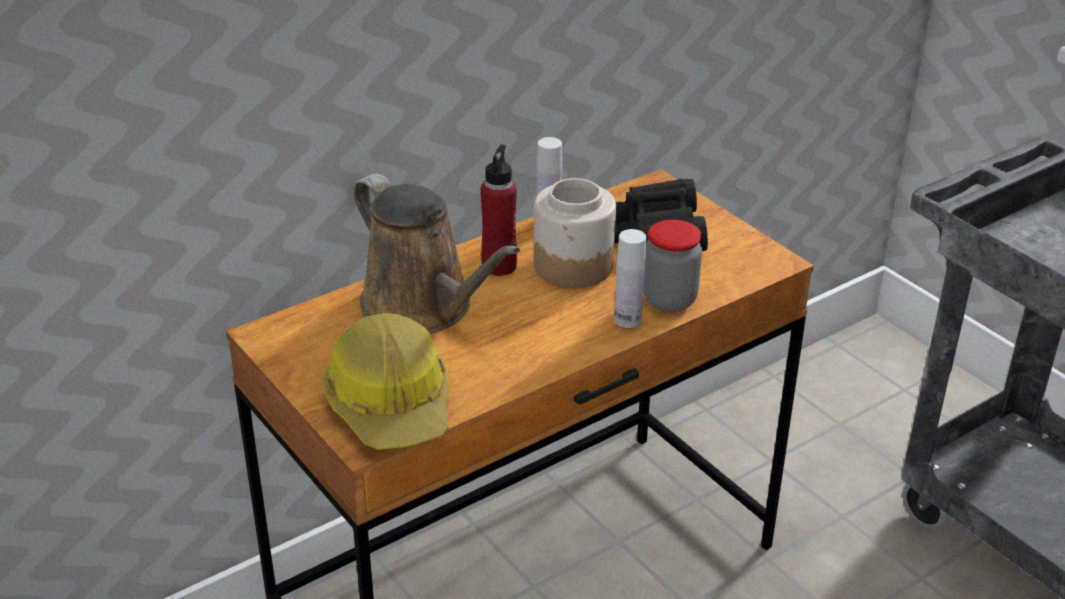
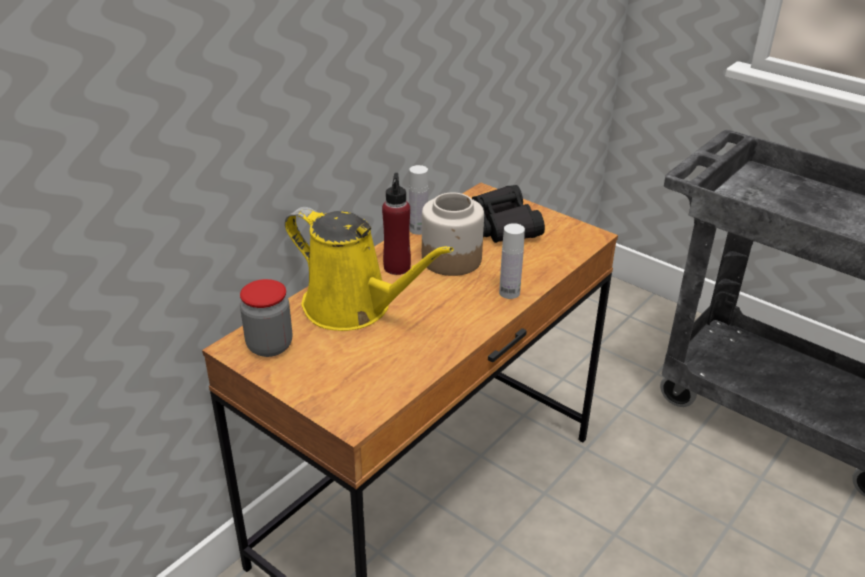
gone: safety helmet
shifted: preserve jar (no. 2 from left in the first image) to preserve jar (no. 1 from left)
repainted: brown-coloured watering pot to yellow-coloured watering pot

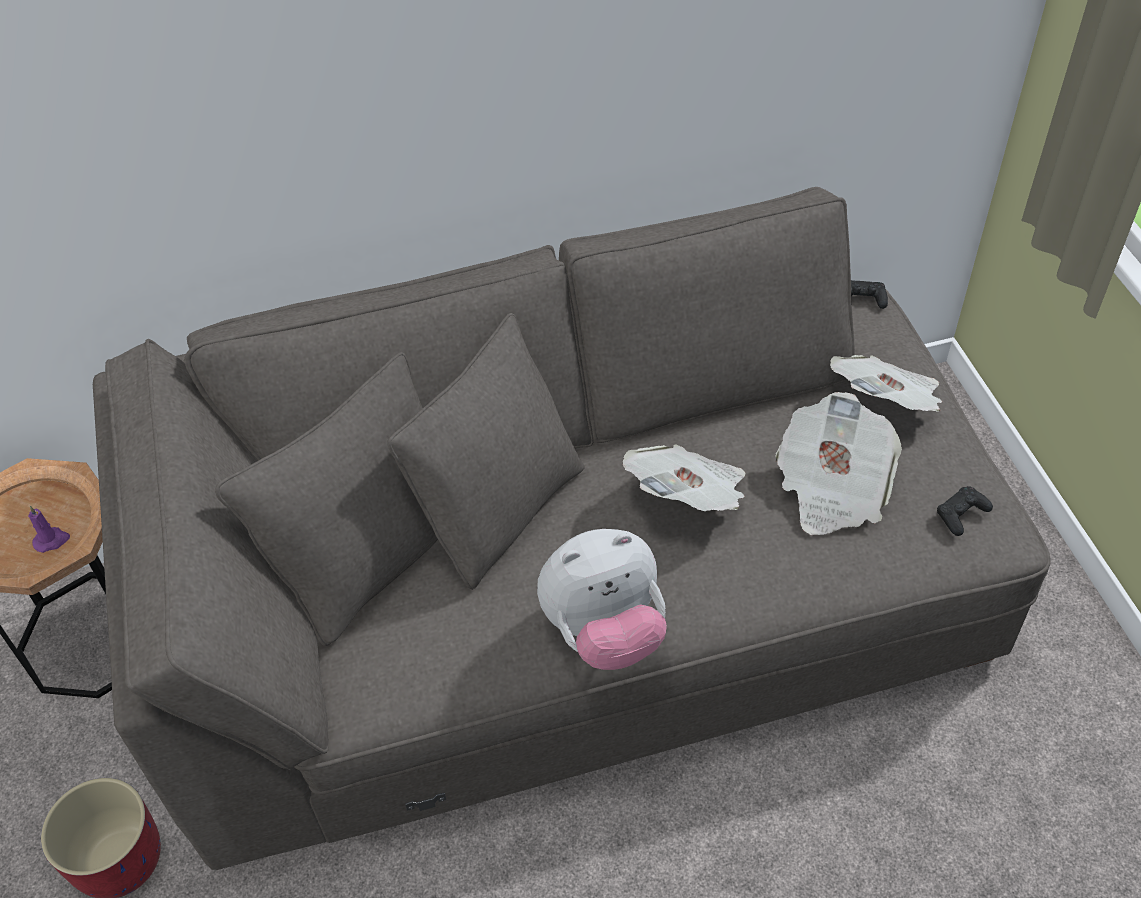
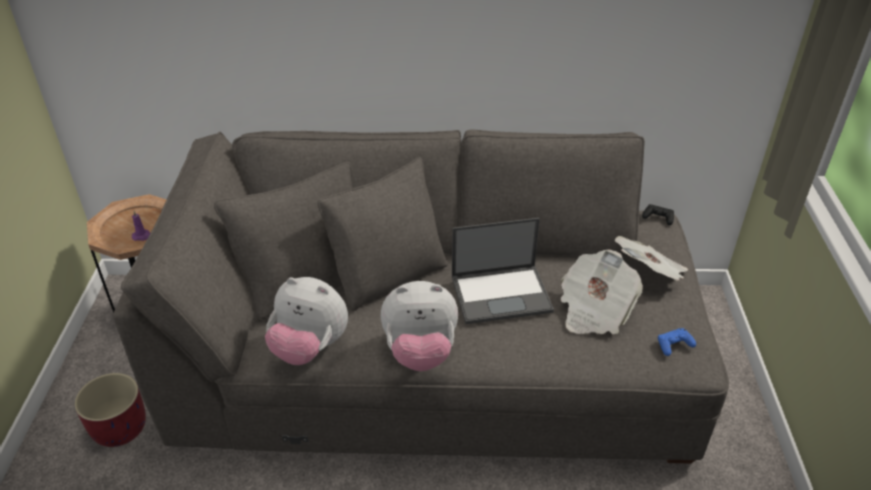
new: soft toy (no. 1 from left)
swapped: daily paper (no. 1 from left) to portable computer
repainted: black gamepad (no. 2 from left) to blue gamepad

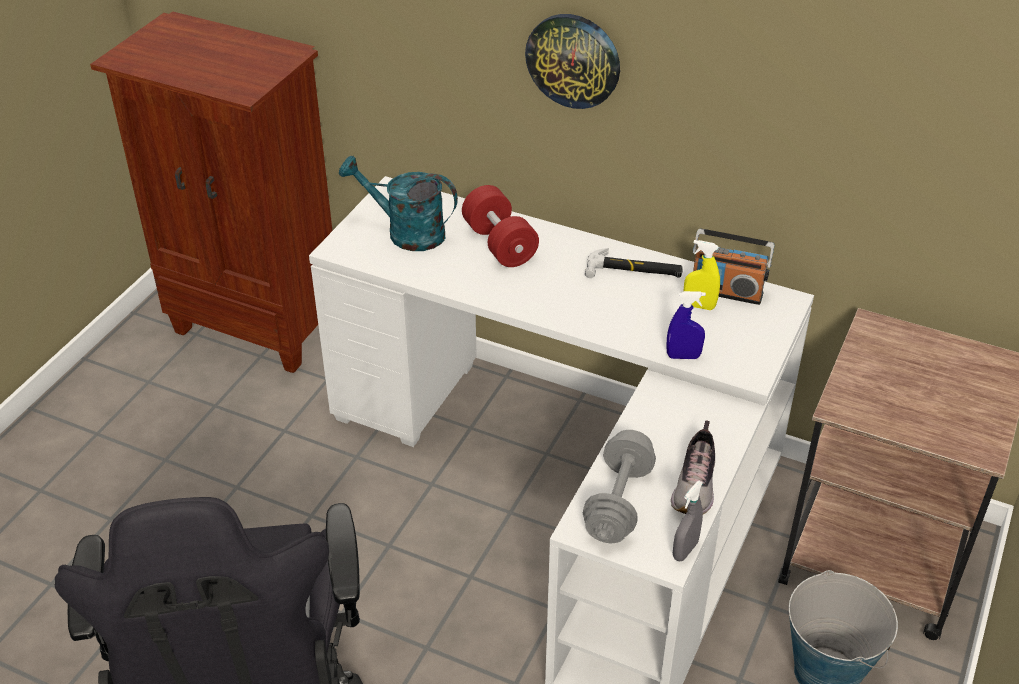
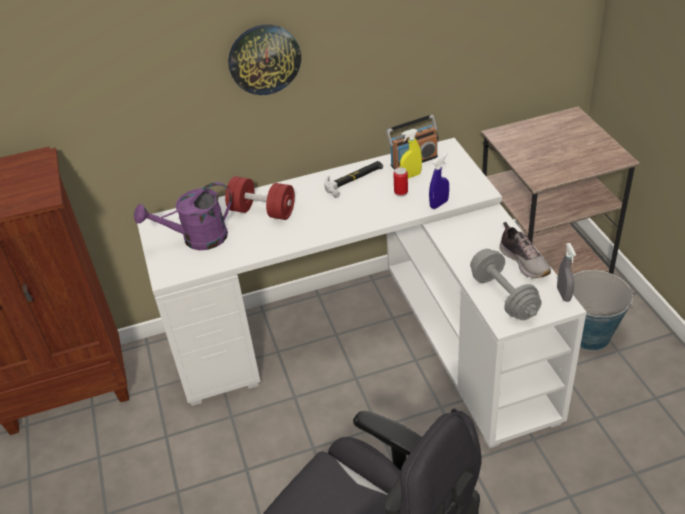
new: metal can
repainted: blue-green watering pot to purplish watering pot

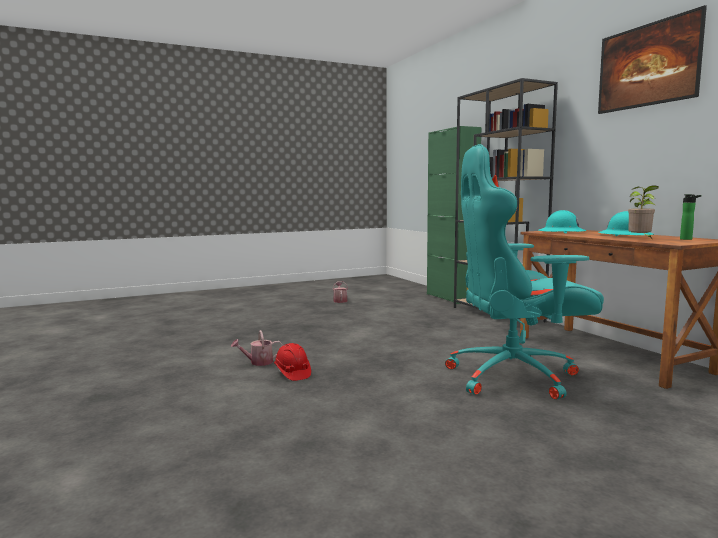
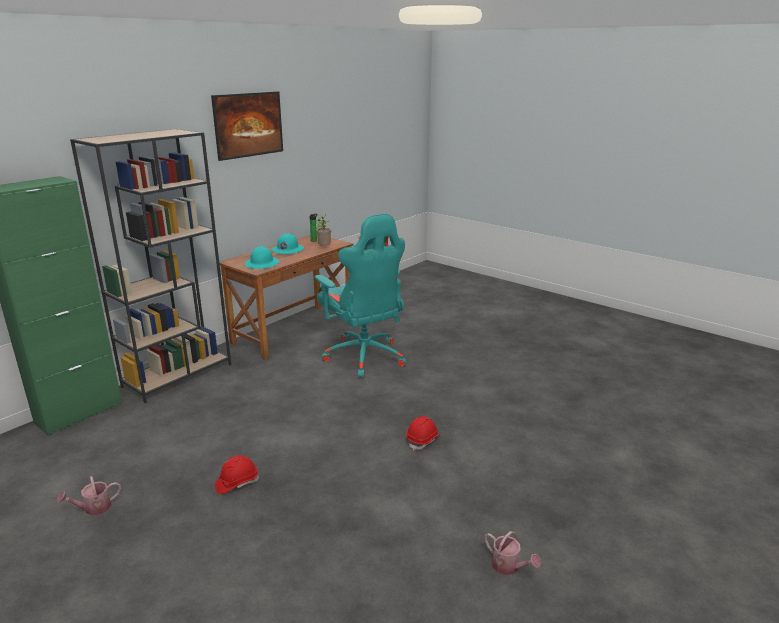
new: reddish safety helmet (no. 1 from left)
shifted: watering pot (no. 1 from left in the first image) to watering pot (no. 2 from left)

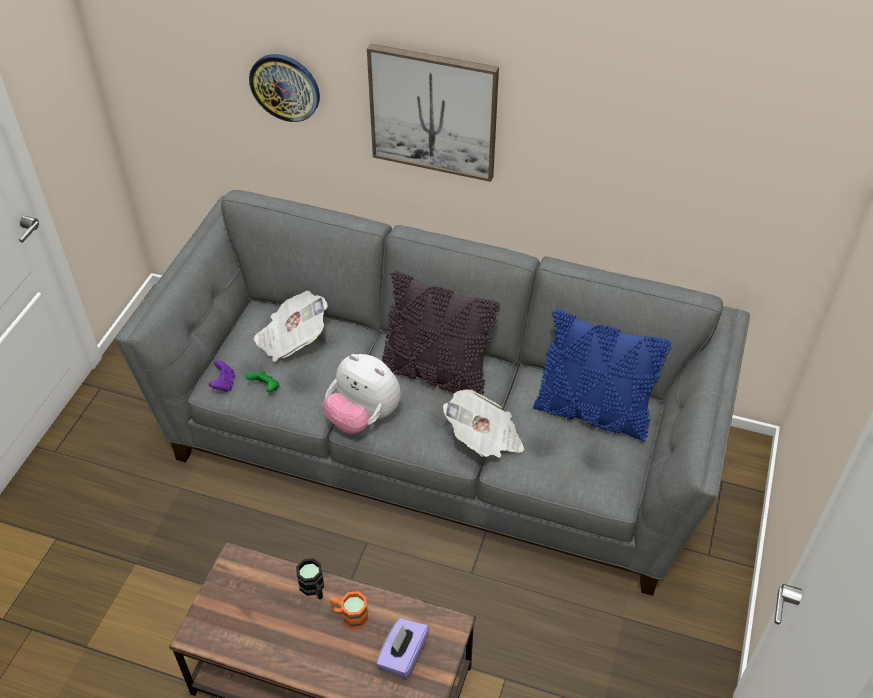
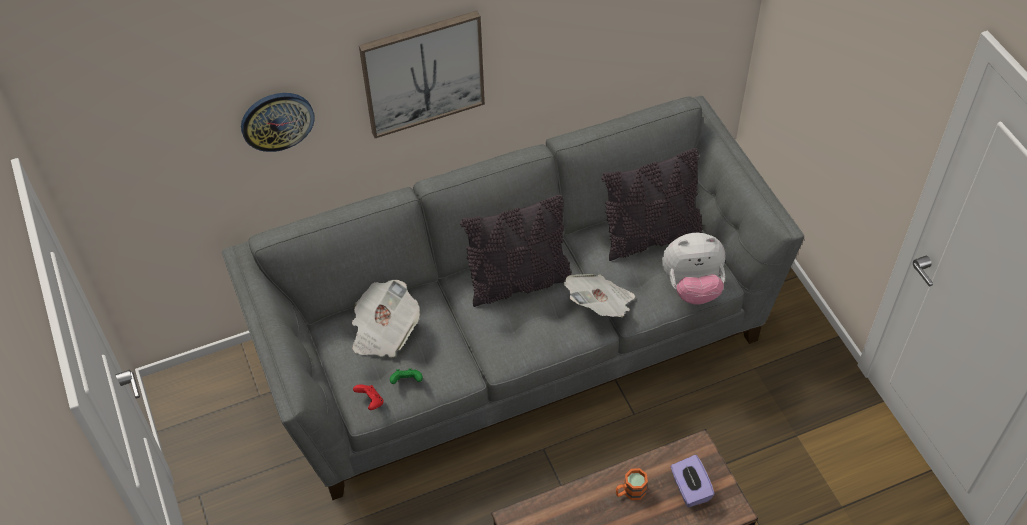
gone: black tea mug
shifted: soft toy
repainted: blue cushion to black cushion (no. 2 from left); purplish gamepad to reddish gamepad

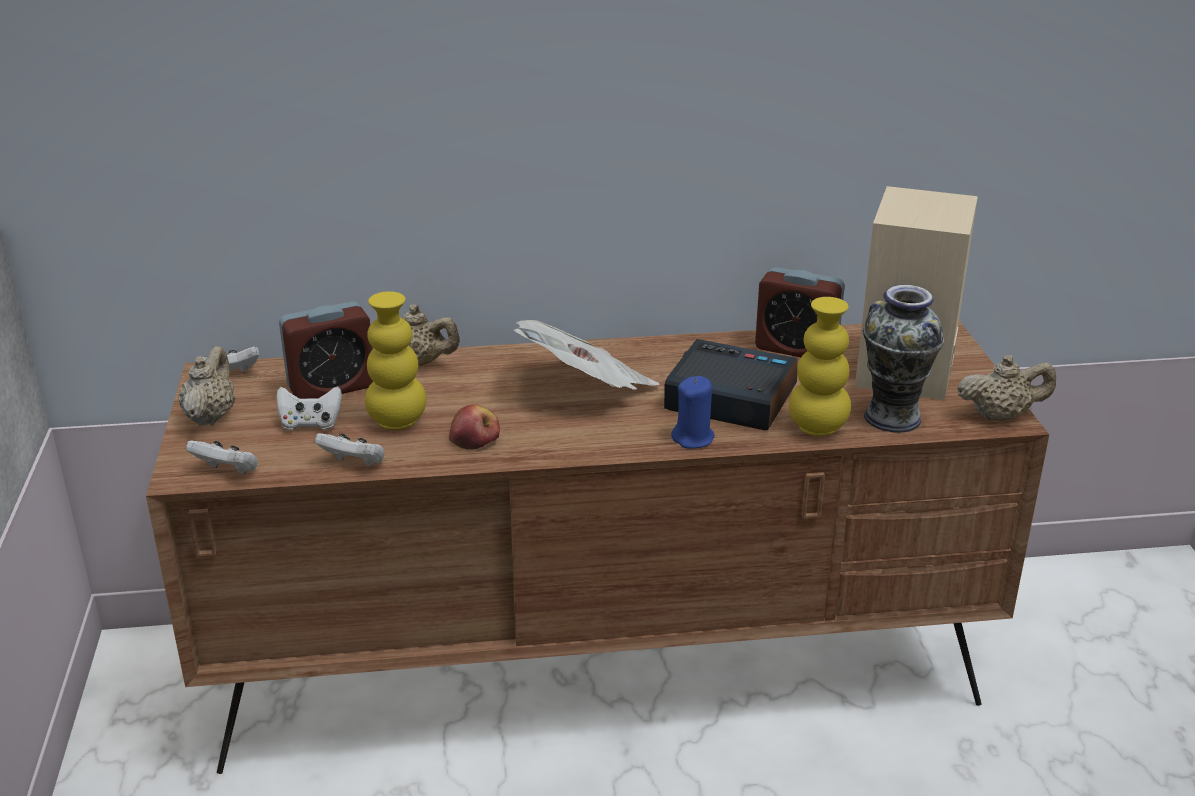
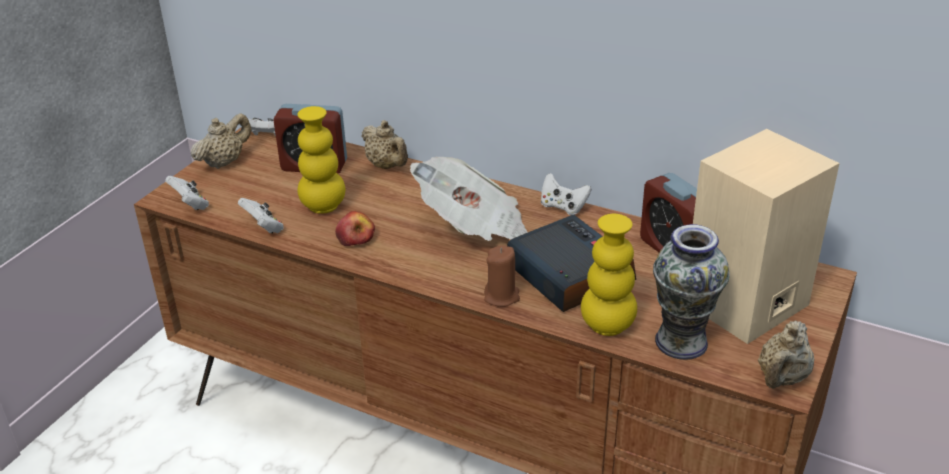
shifted: whitish gamepad (no. 3 from left in the first image) to whitish gamepad (no. 4 from left)
repainted: blue wax candle to brown-coloured wax candle
rotated: sand-coloured tea pot (no. 3 from left) 90 degrees clockwise

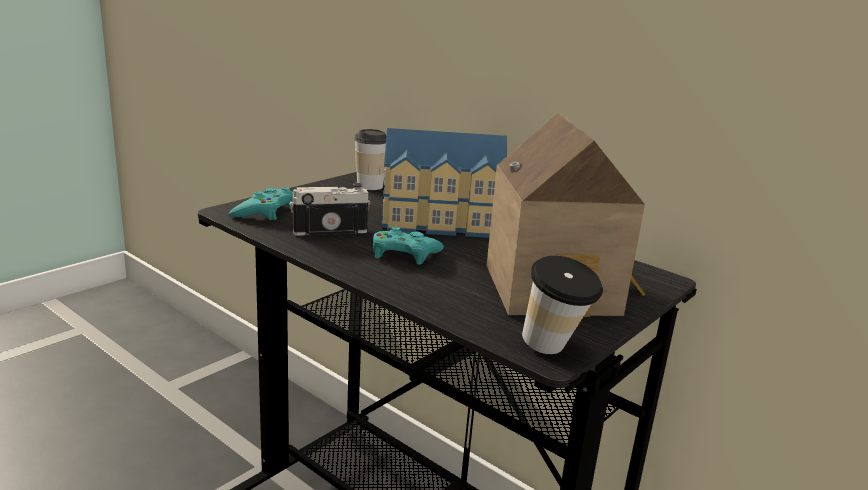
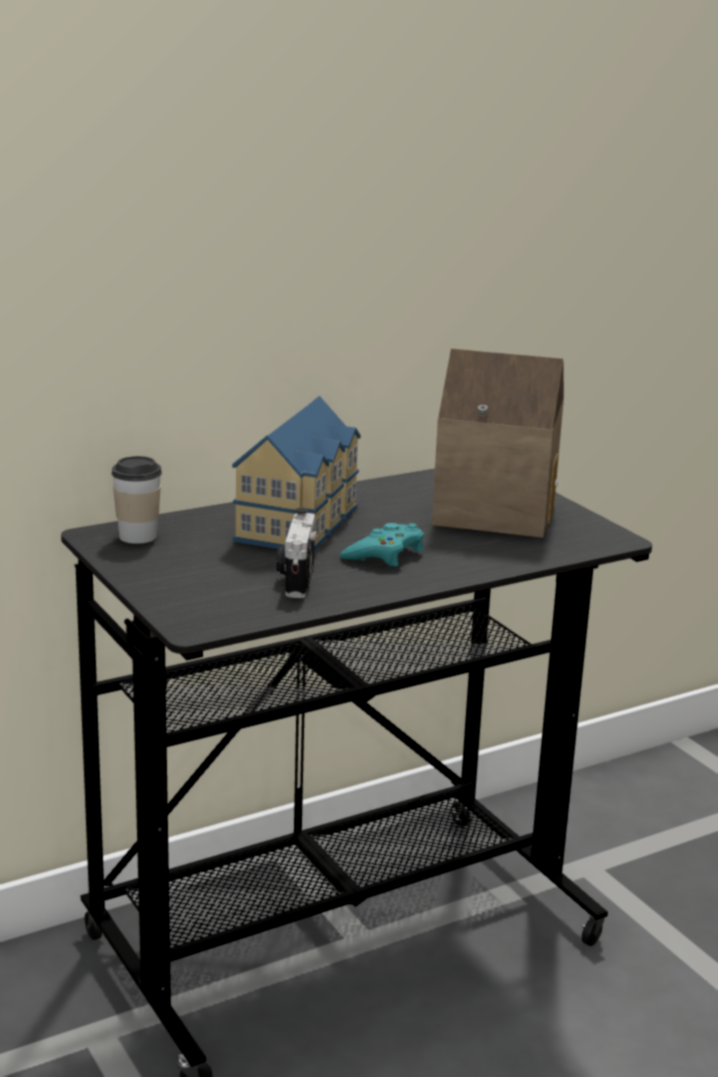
gone: blue-green gamepad (no. 1 from left); cup (no. 2 from left)

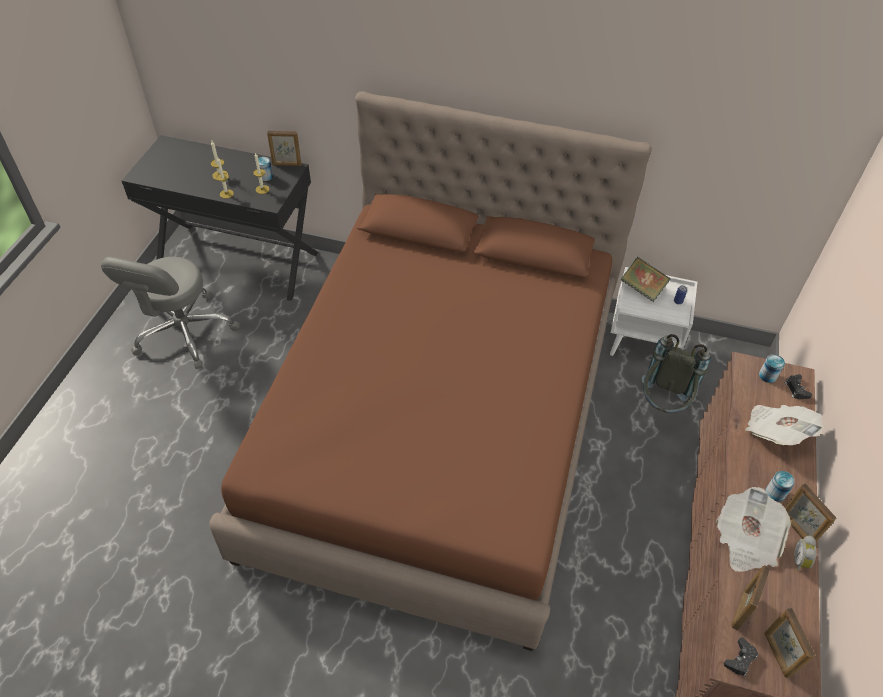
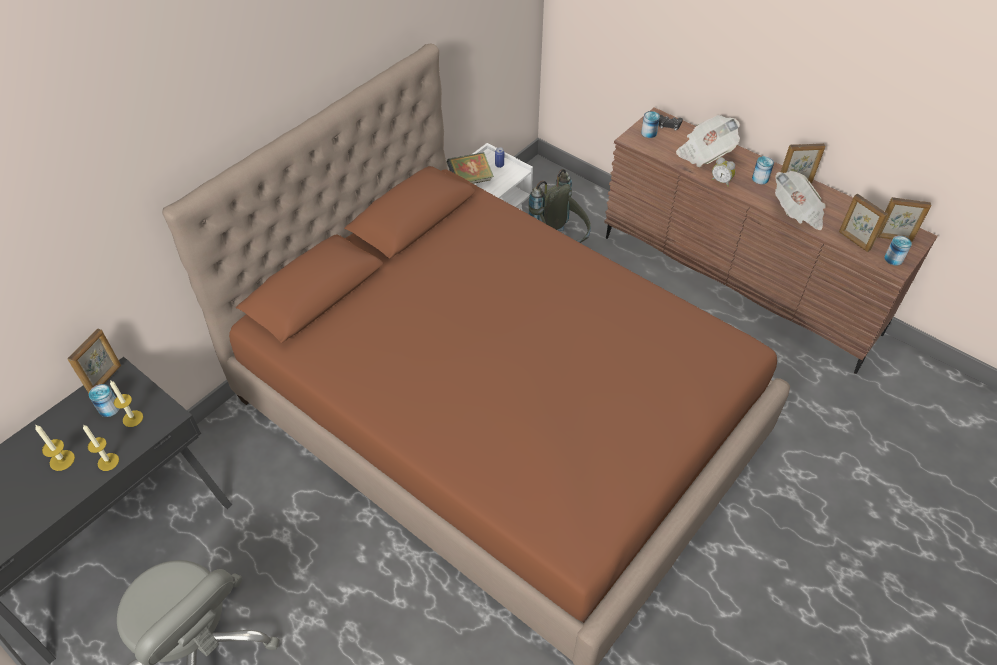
shifted: bedside clock
swapped: black gamepad (no. 1 from left) to metal can (no. 5 from left)

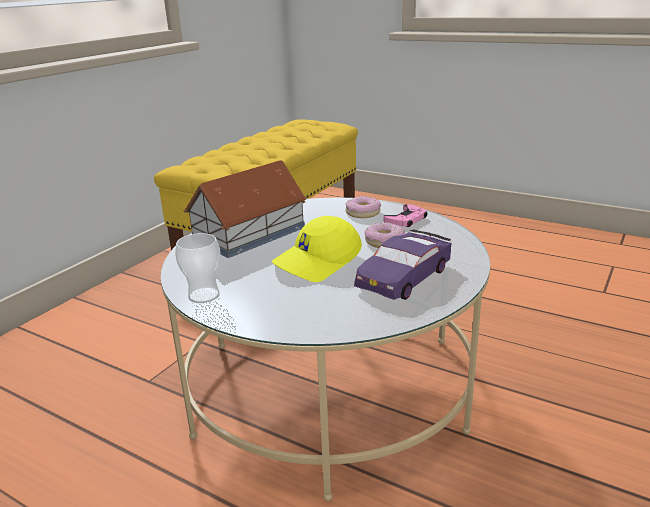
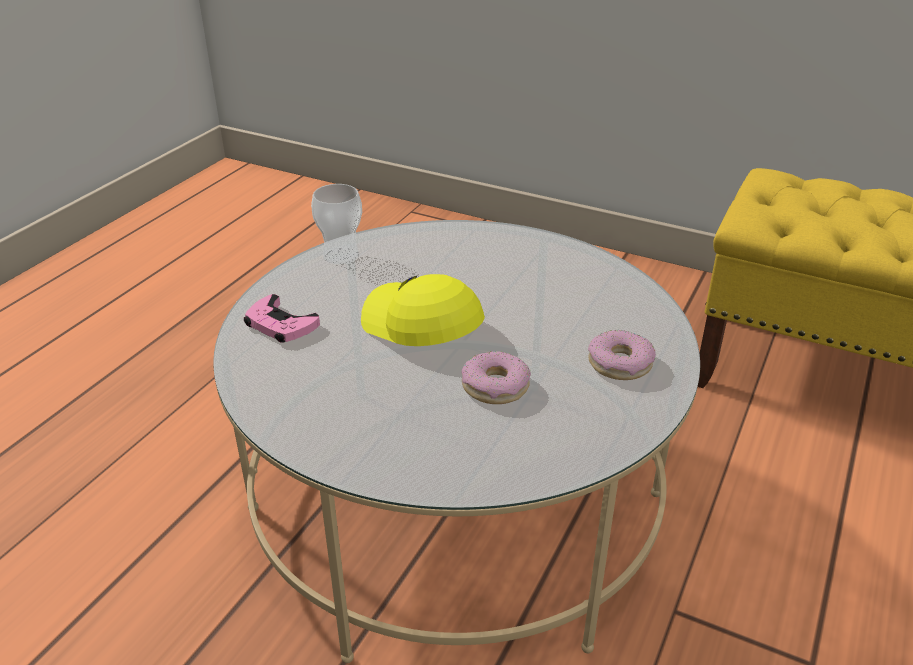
gone: model house; purplish toy car
shifted: pink gamepad

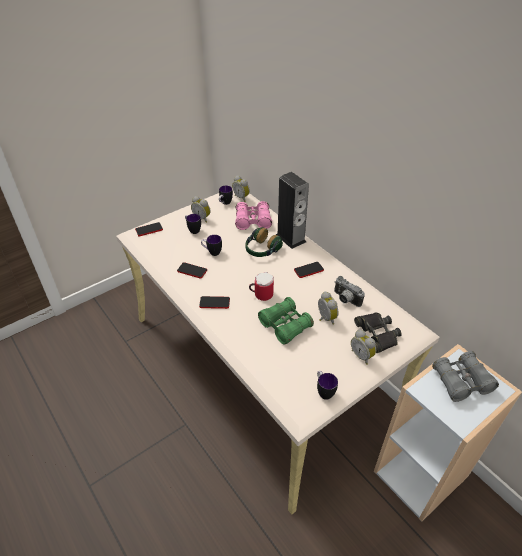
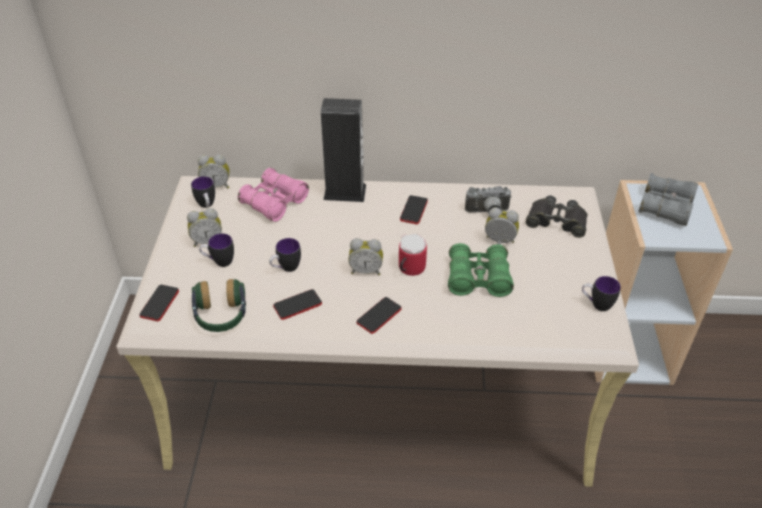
shifted: headset; bedside clock (no. 4 from left in the first image) to bedside clock (no. 3 from left)

